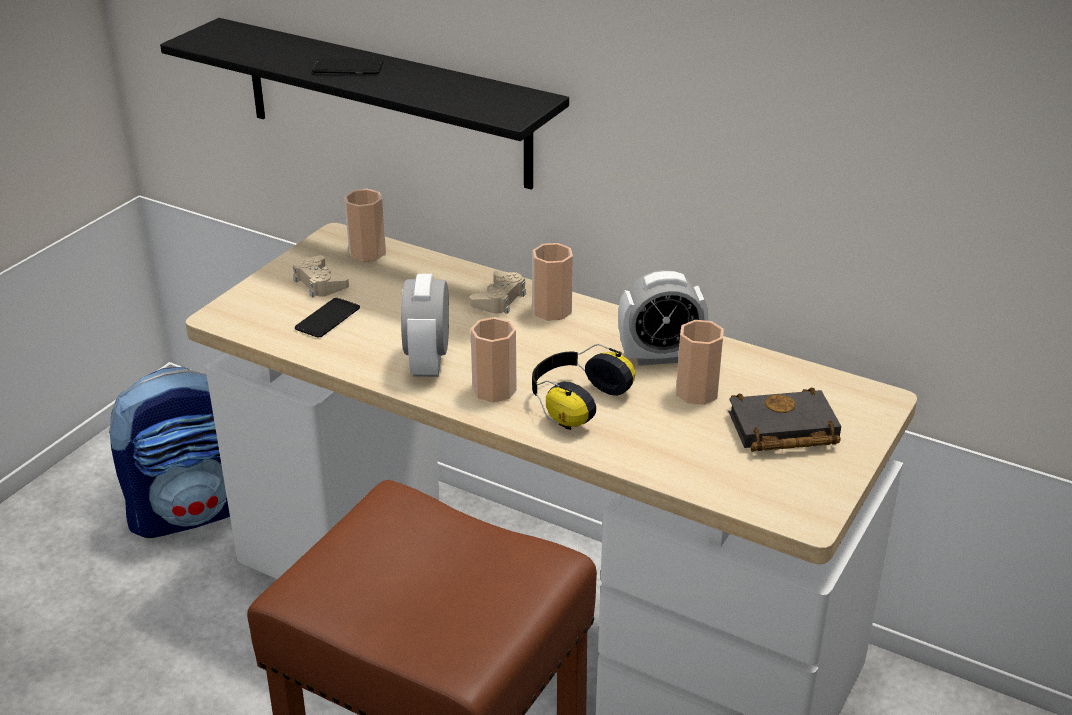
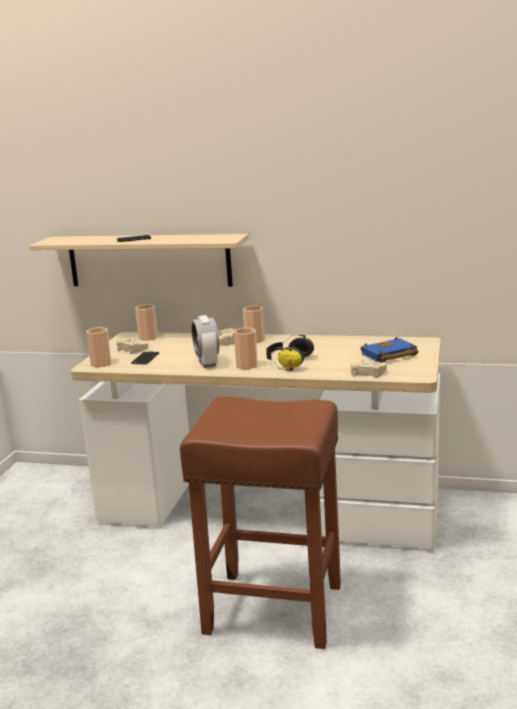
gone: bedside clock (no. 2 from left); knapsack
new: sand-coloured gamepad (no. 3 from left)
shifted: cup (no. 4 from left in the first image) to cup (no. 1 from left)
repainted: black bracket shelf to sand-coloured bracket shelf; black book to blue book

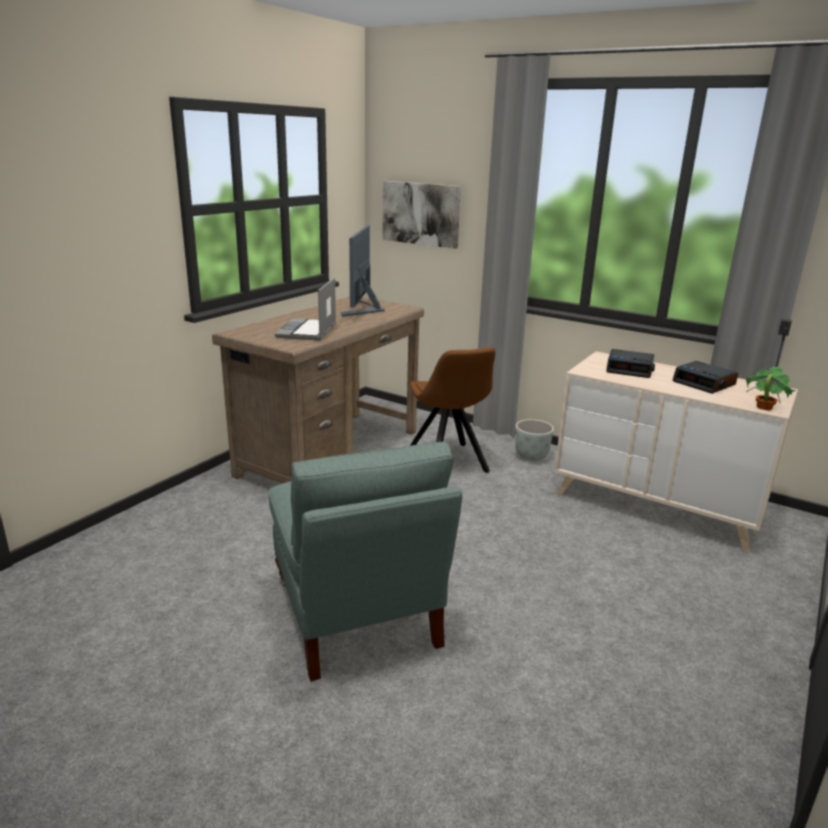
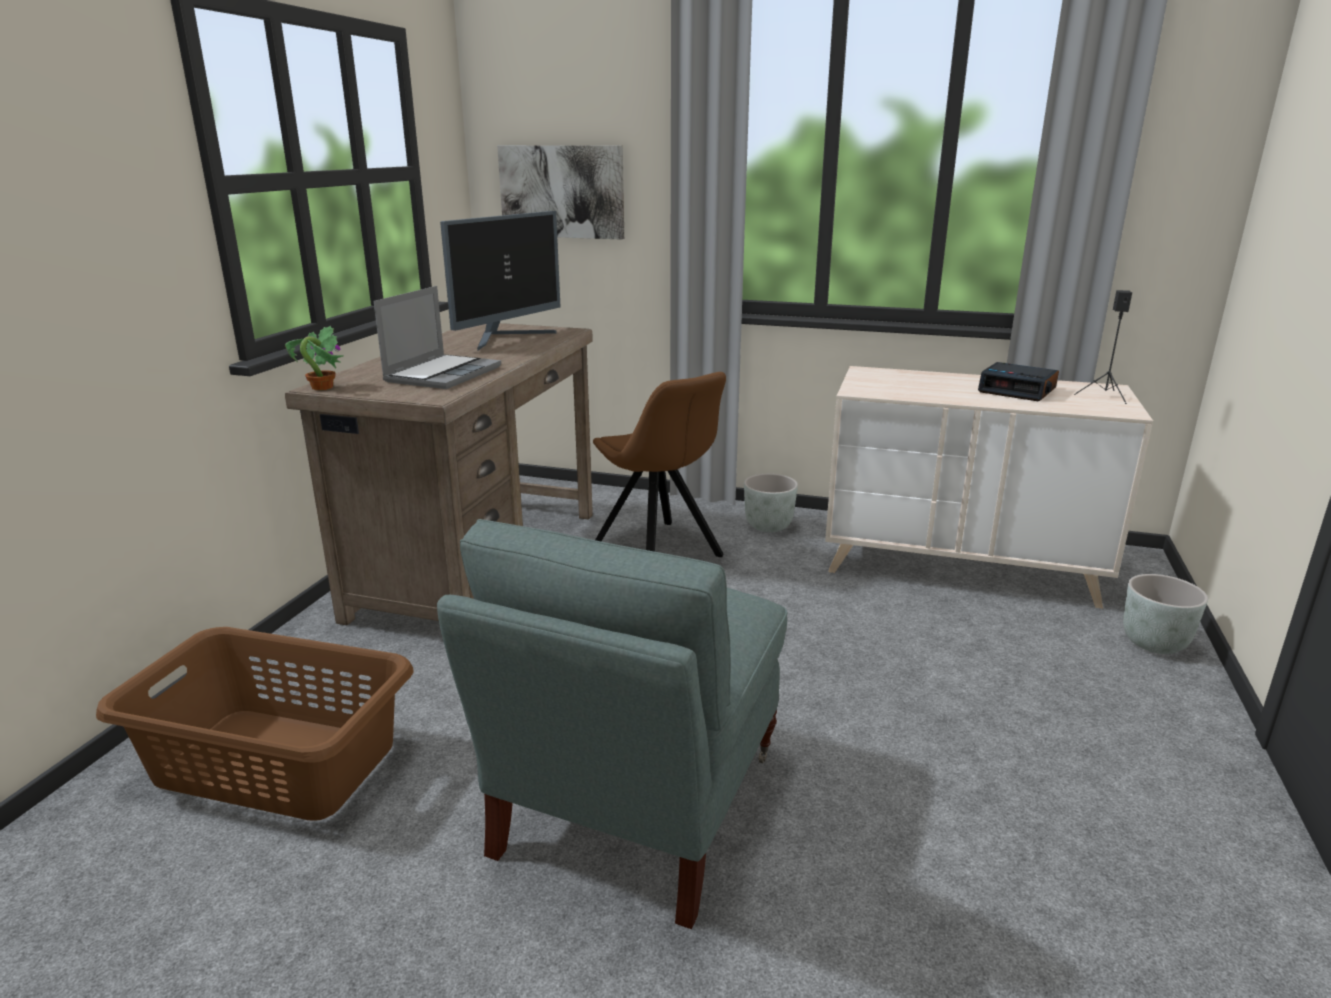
gone: bedside clock (no. 1 from left)
new: gray plant pot (no. 2 from left); brown-coloured laundry basket
shifted: potted plant
rotated: computer display 135 degrees counterclockwise; portable computer 150 degrees counterclockwise; gray armchair 60 degrees clockwise

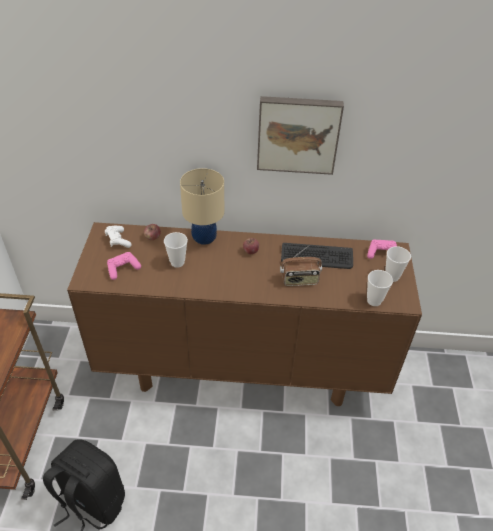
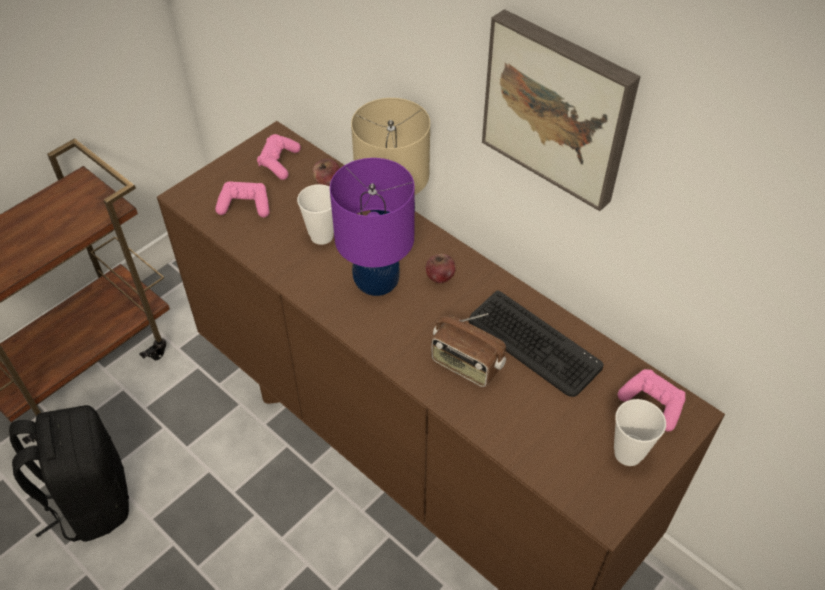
gone: cup (no. 2 from left)
new: purplish table lamp
repainted: whitish gamepad to pink gamepad (no. 2 from left)

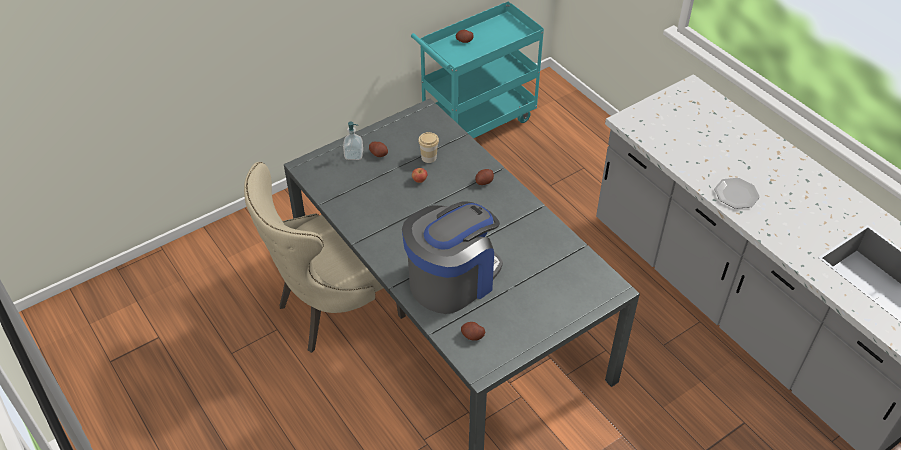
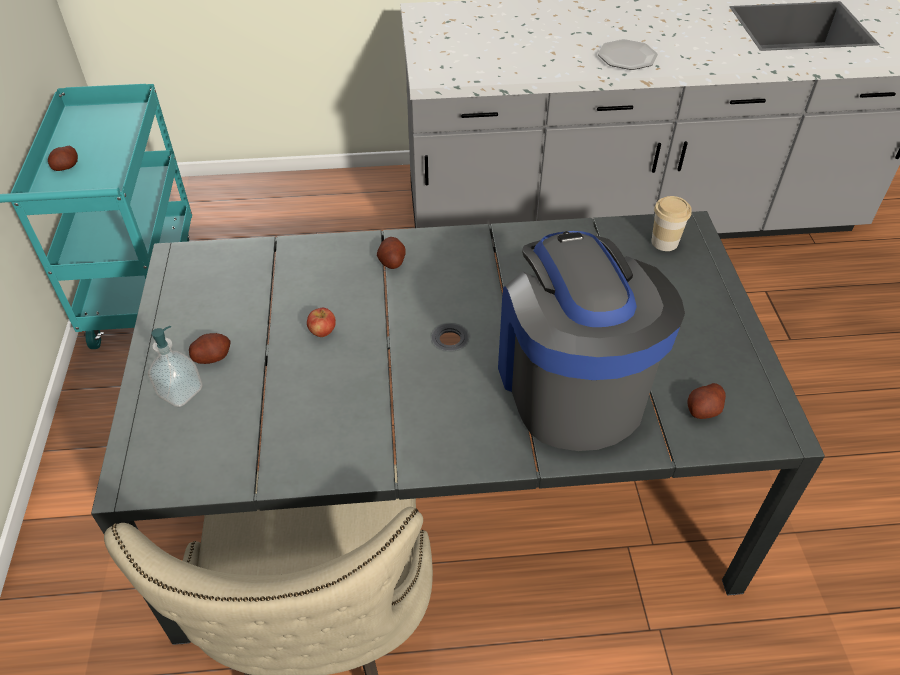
shifted: cup

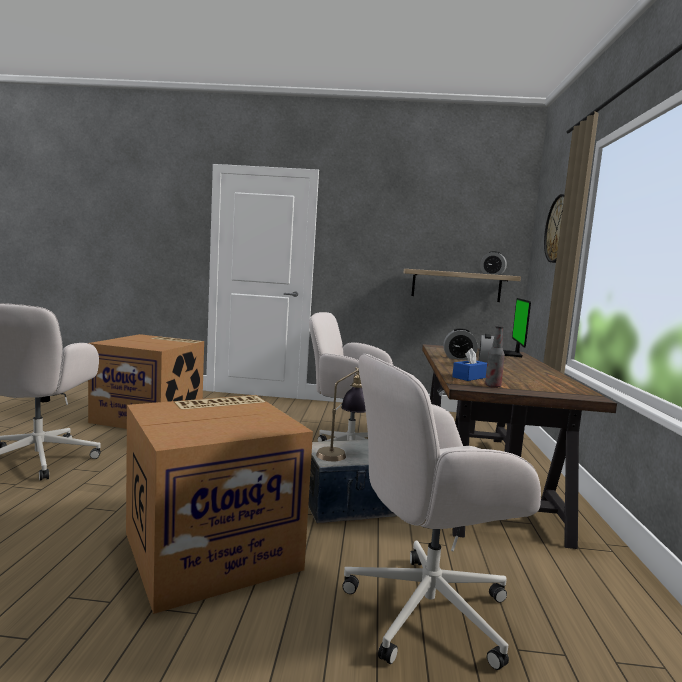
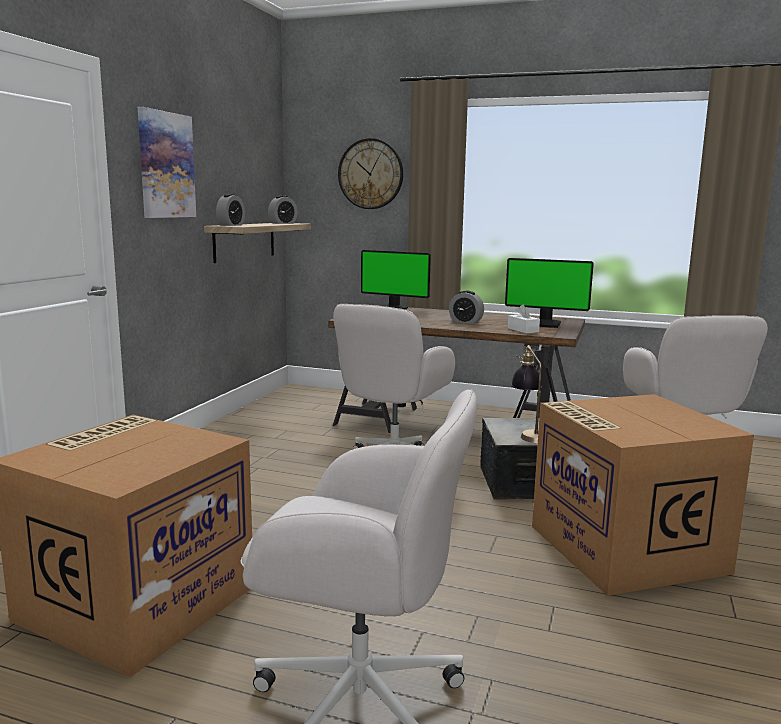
gone: beverage bottle
new: wall picture; computer display (no. 2 from left)
shifted: bedside clock (no. 1 from left)
repainted: blue tissue box to whitish tissue box

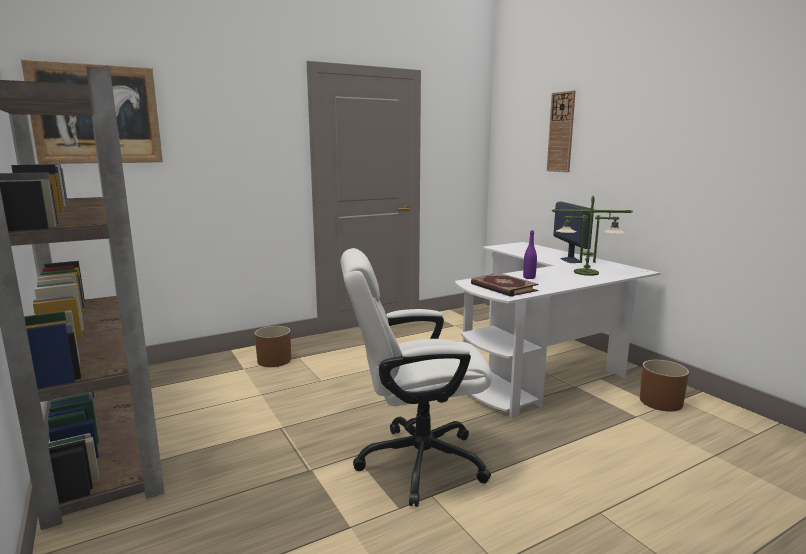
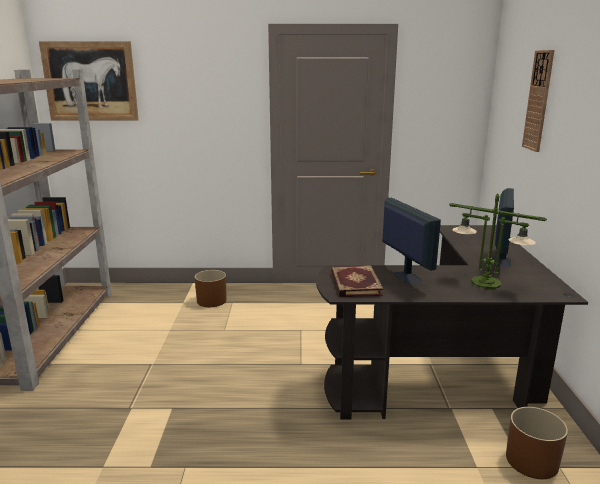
gone: whitish desk chair
swapped: purplish beverage bottle to computer display (no. 1 from left)
repainted: whitish desk to black desk

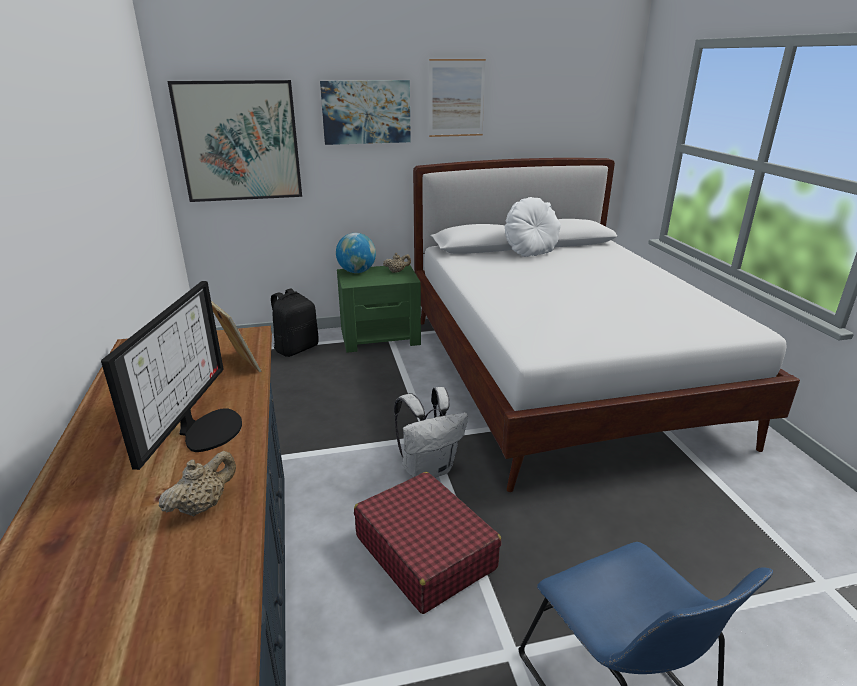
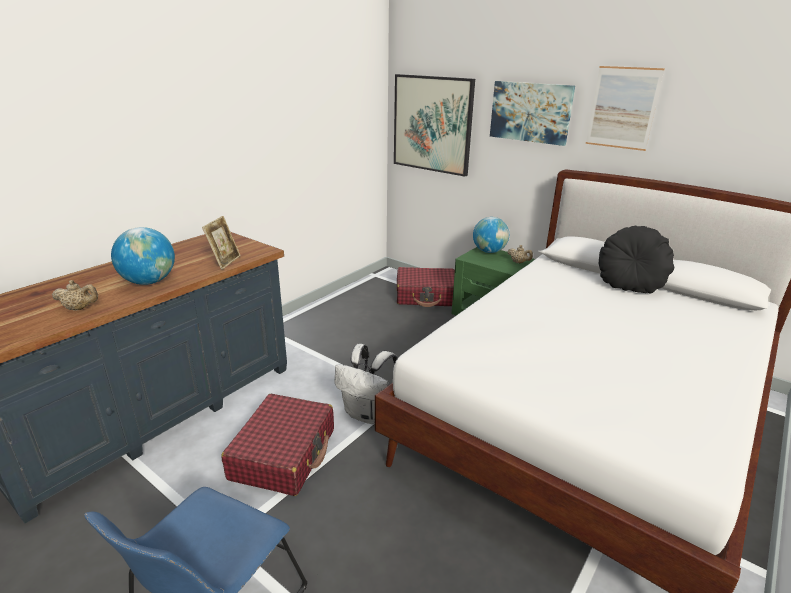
swapped: computer display to world globe (no. 1 from left); black knapsack to reddish piece of luggage (no. 2 from left)
repainted: whitish cushion to black cushion

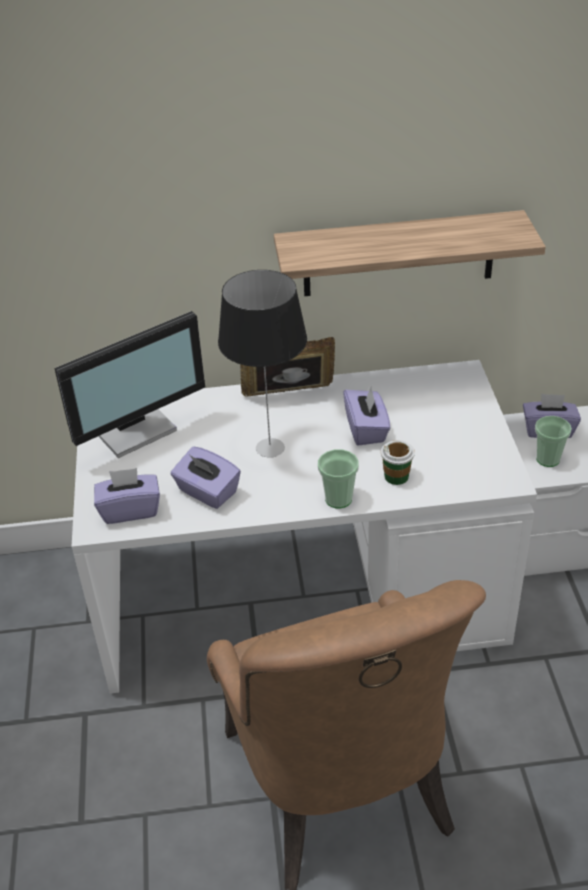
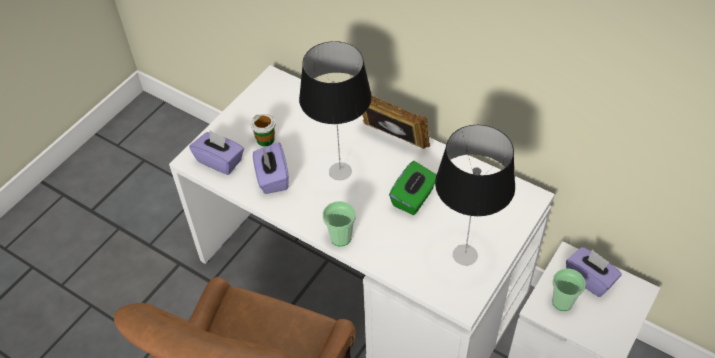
gone: bracket shelf; computer display
new: table lamp (no. 2 from left)
shifted: cup (no. 2 from left in the first image) to cup (no. 1 from left)
repainted: purplish tissue box (no. 3 from left) to greenish tissue box

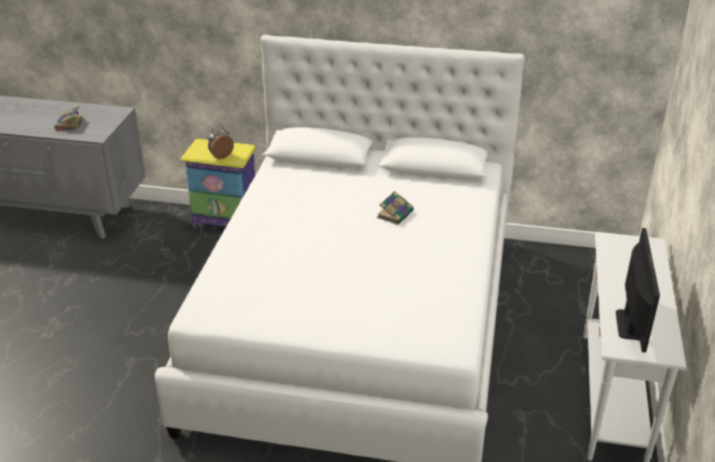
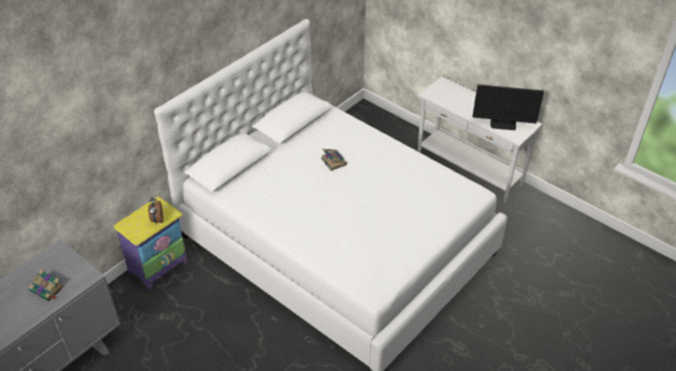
rotated: computer display 150 degrees clockwise

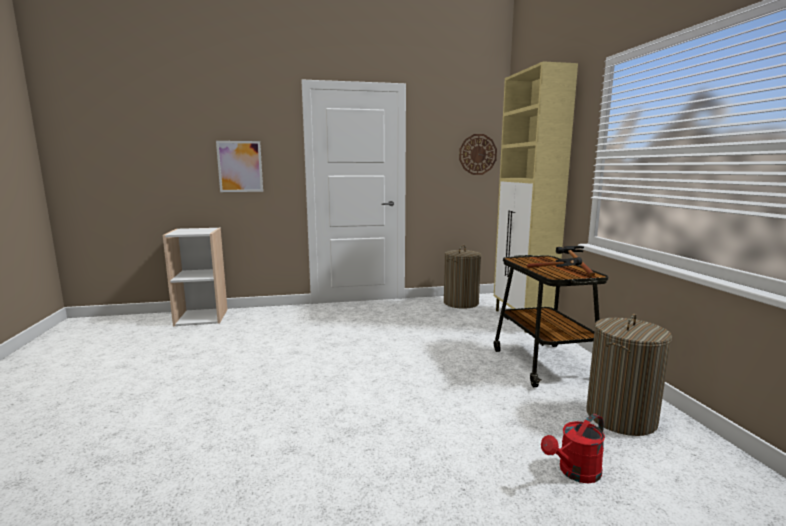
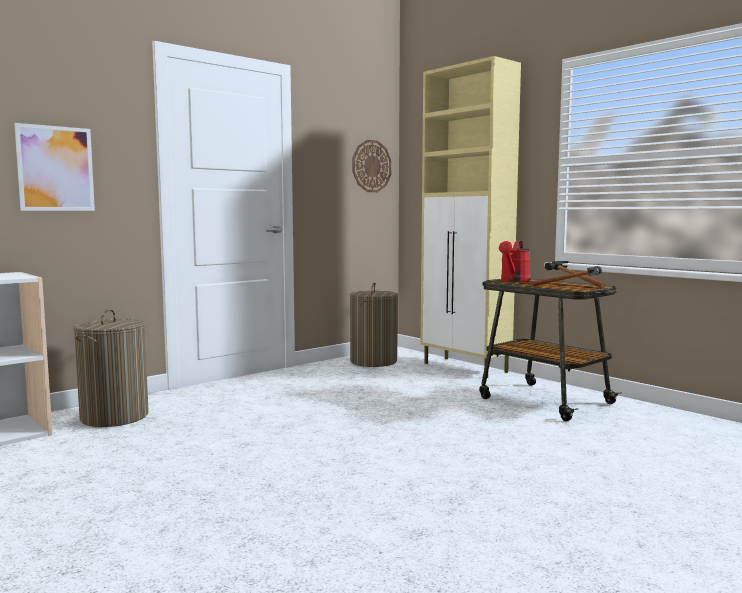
shifted: laundry basket (no. 2 from left in the first image) to laundry basket (no. 1 from left); reddish watering pot

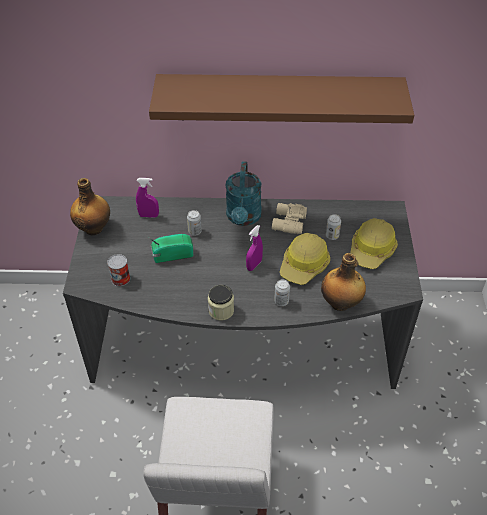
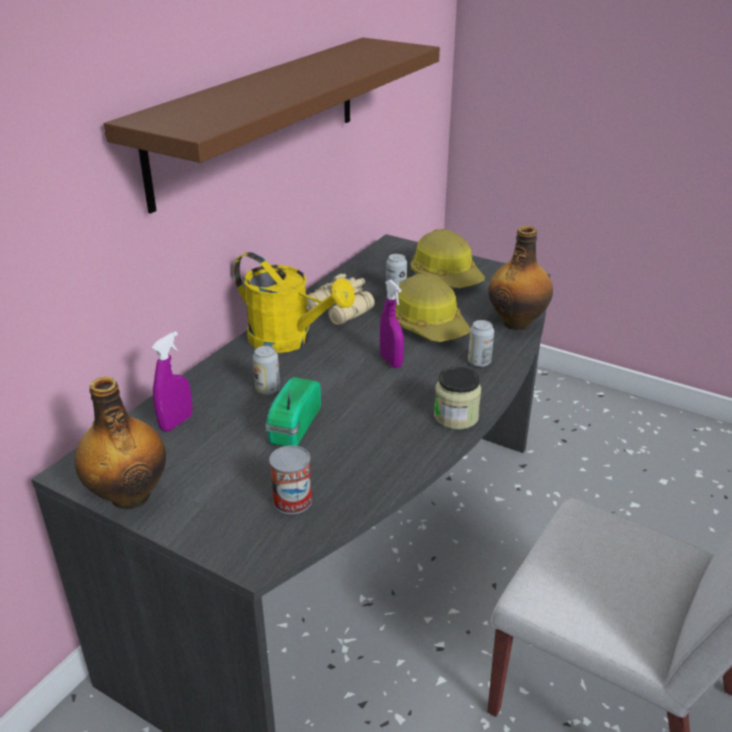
repainted: blue-green watering pot to yellow-coloured watering pot

